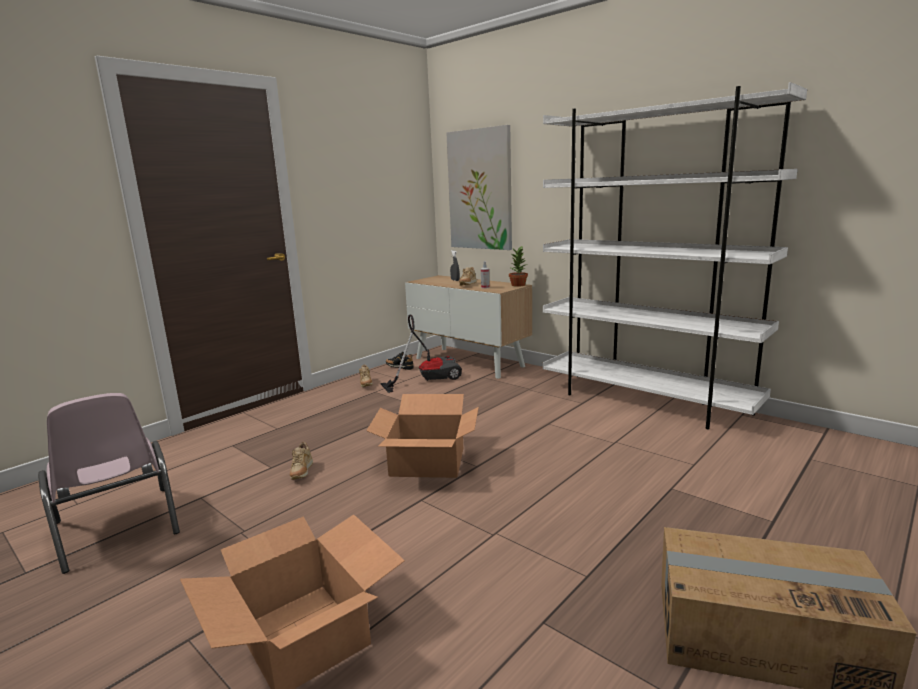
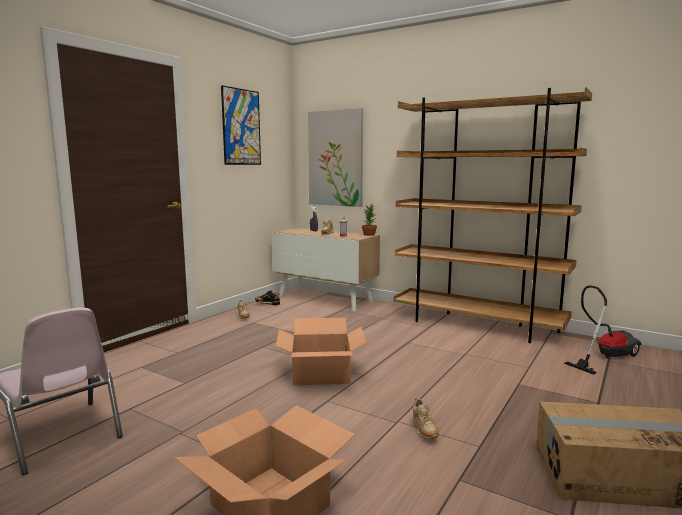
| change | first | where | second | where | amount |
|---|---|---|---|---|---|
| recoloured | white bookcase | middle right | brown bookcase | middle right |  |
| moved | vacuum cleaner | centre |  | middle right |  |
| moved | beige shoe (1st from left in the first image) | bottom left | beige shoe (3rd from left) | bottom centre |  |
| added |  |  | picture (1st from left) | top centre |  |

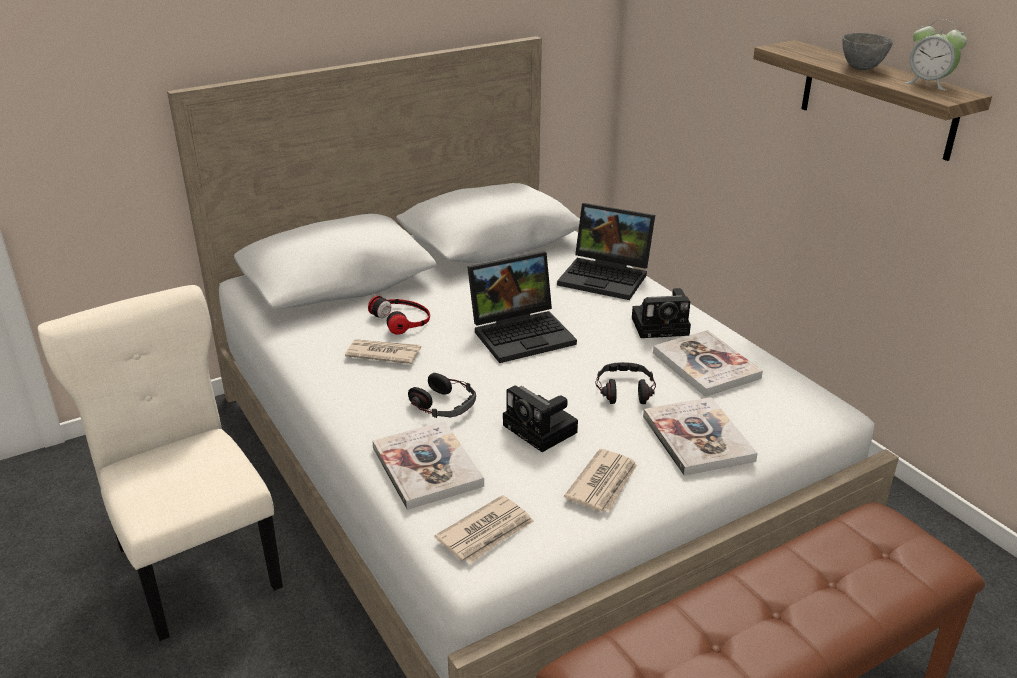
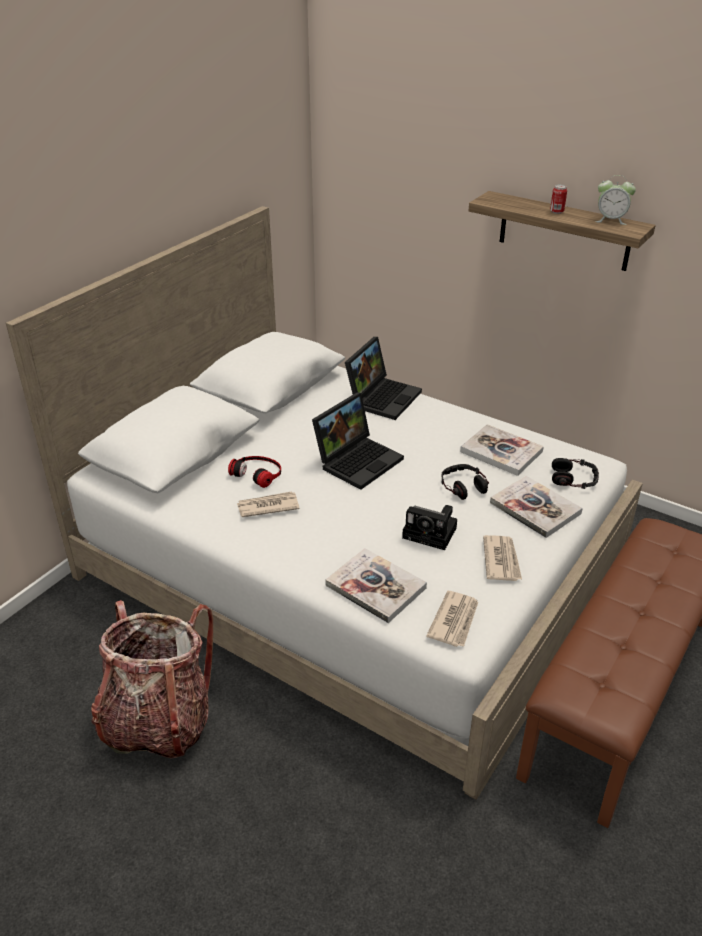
| change | first | where | second | where | amount |
|---|---|---|---|---|---|
| replaced | grey bowl | top right | can | top right |  |
| turned | laptop (2nd from left) | centre |  | centre | 60 degrees counterclockwise |
| replaced | beige chair | bottom left | backpack | bottom left |  |
| removed | photo camera (2nd from left) | centre |  |  |  |
| moved | headphones (2nd from left in the first image) | centre | headphones (3rd from left) | middle right |  |

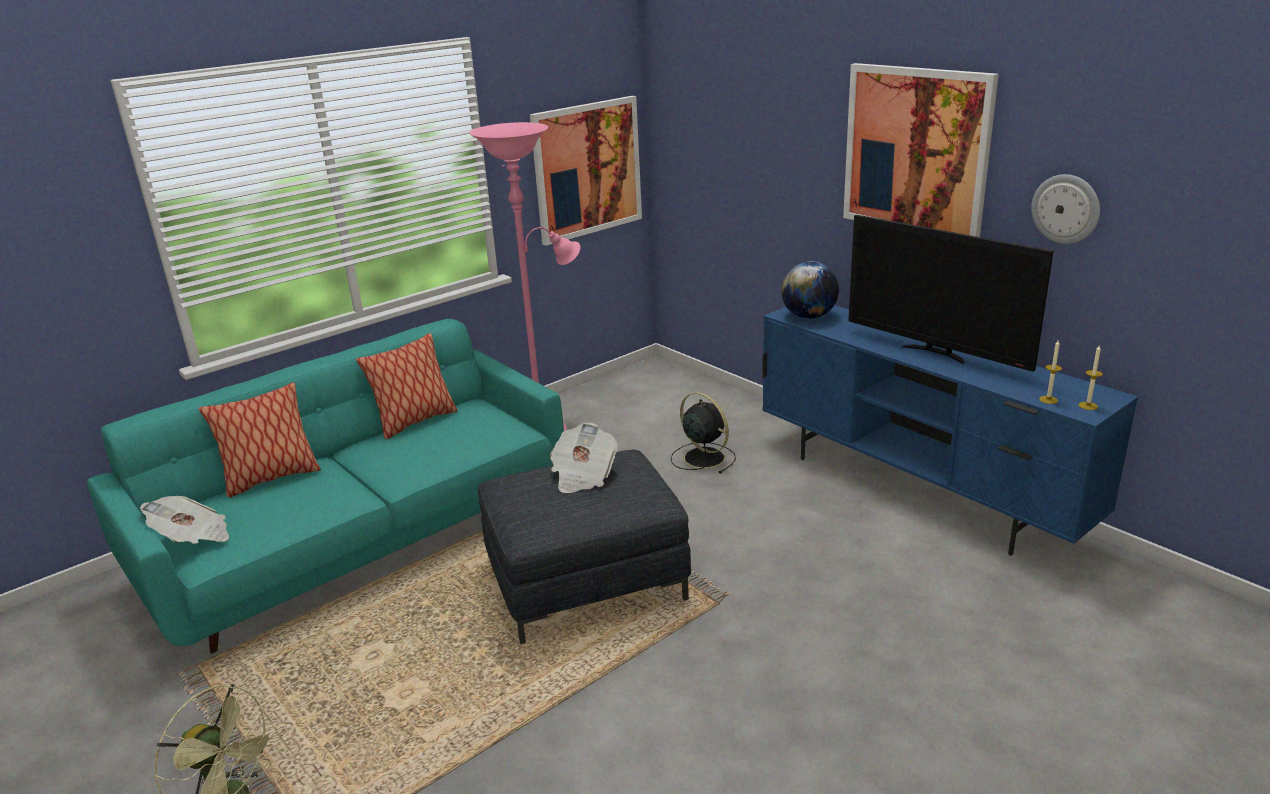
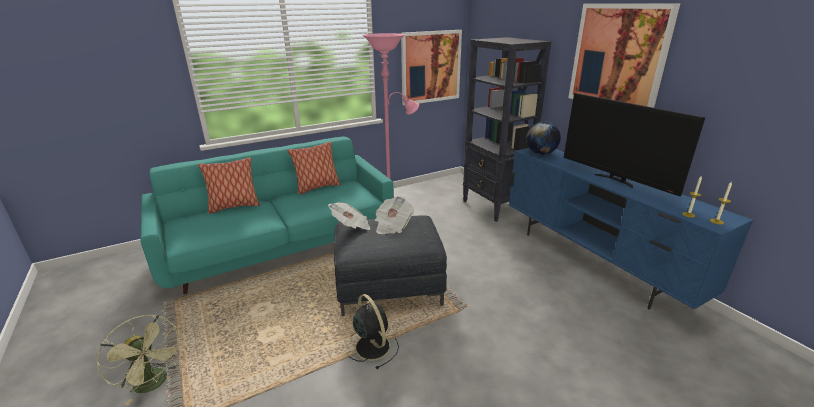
| change | first | where | second | where | amount |
|---|---|---|---|---|---|
| removed | wall clock | top right |  |  |  |
| moved | black fan | centre |  | bottom centre |  |
| moved | newspaper (1st from left) | middle left |  | centre |  |
| added |  |  | black bookcase | top centre |  |

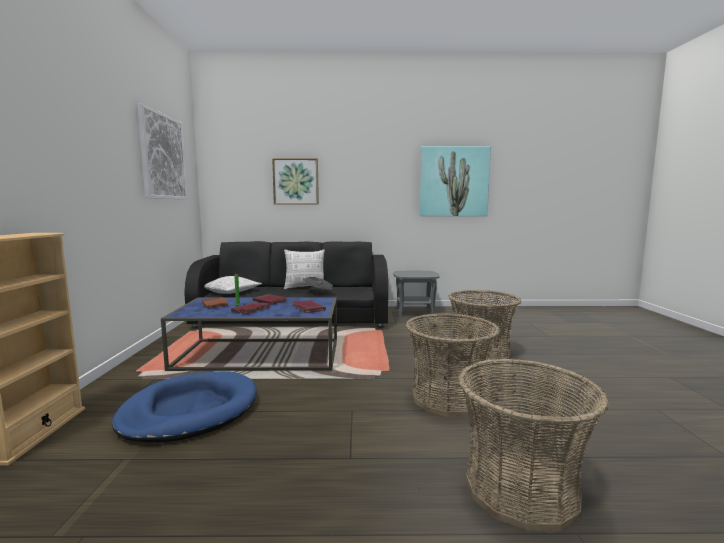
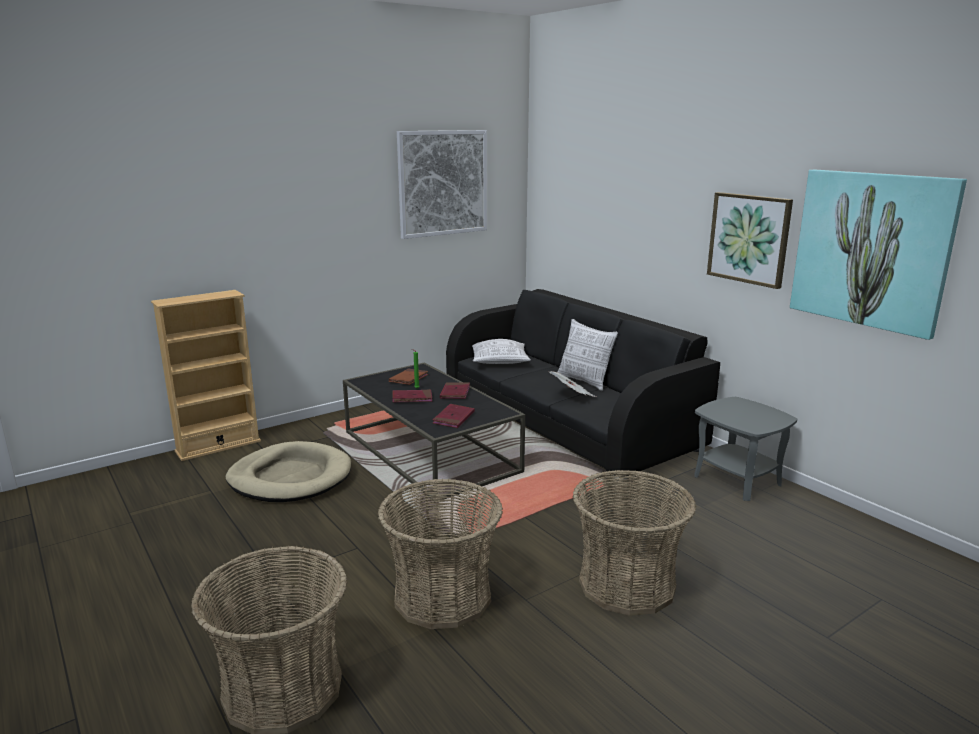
| change | first | where | second | where | amount |
|---|---|---|---|---|---|
| moved | picture (2nd from left) | centre |  | top right |  |
| recoloured | blue coffee table | centre | black coffee table | centre |  |
| recoloured | blue dog bed | bottom left | beige dog bed | middle left |  |

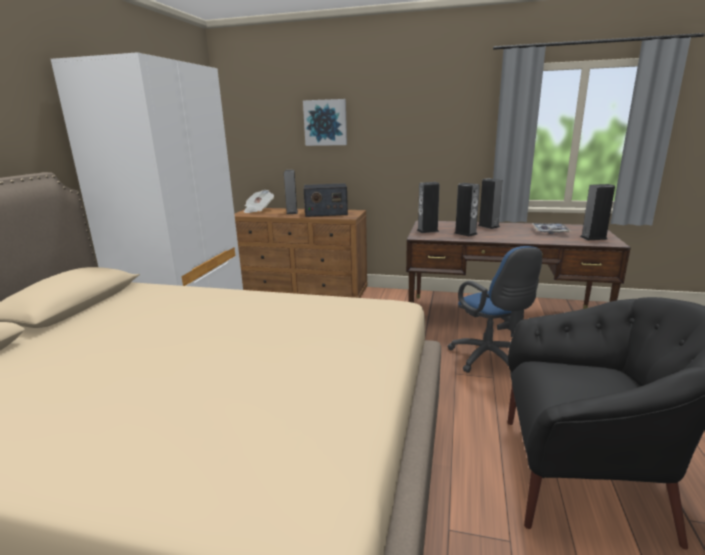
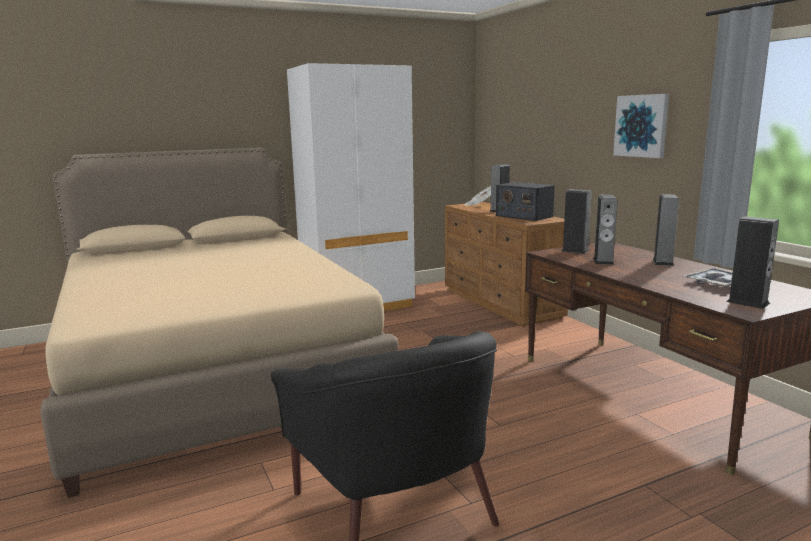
| change | first | where | second | where | amount |
|---|---|---|---|---|---|
| moved | picture | top centre |  | top right |  |
| removed | blue office chair | middle right |  |  |  |

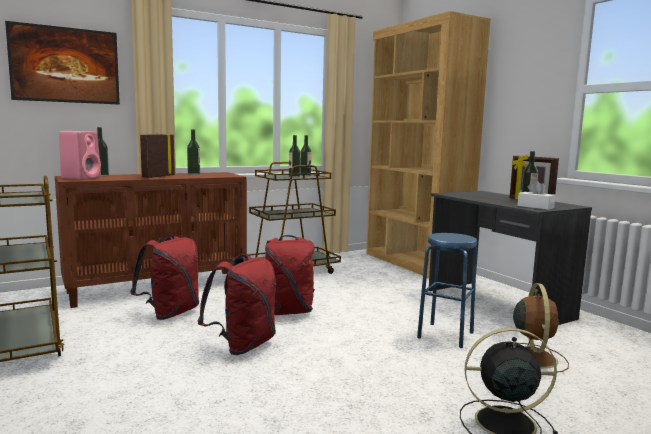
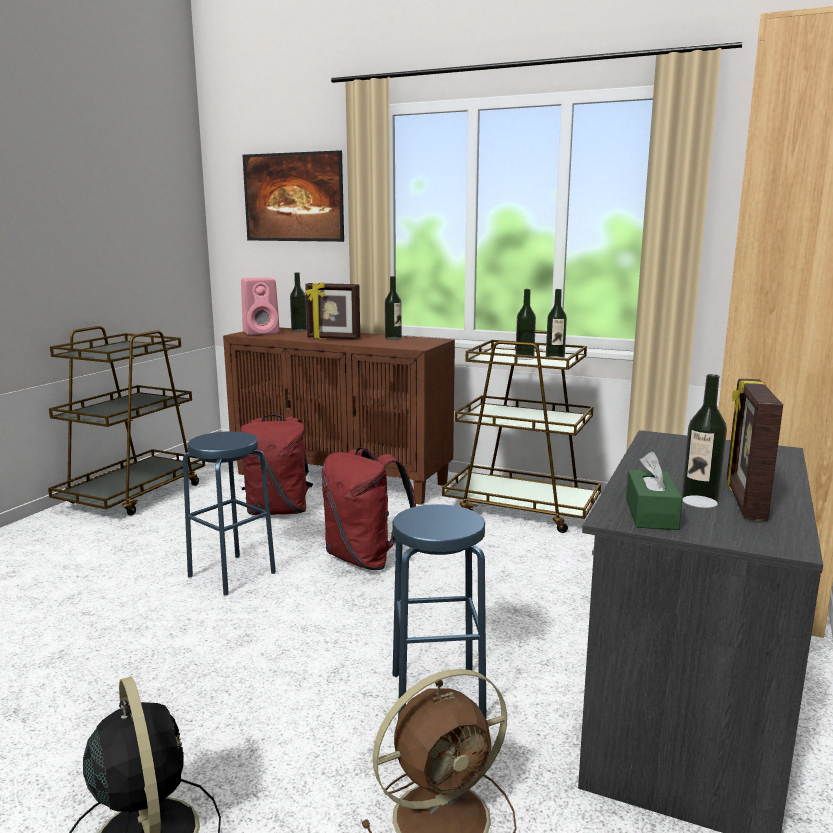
| change | first | where | second | where | amount |
|---|---|---|---|---|---|
| turned | picture frame (1st from left) | middle left |  | centre | 150 degrees counterclockwise |
| recoloured | white tissue box | middle right | green tissue box | middle right |  |
| replaced | red backpack (2nd from left) | bottom centre | blue stool (1st from left) | middle left |  |

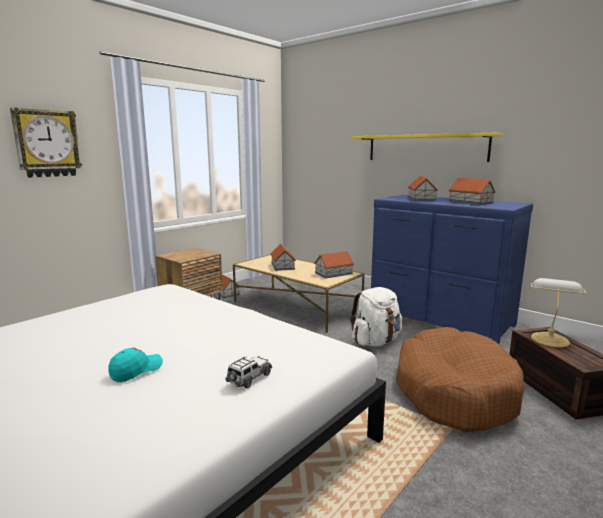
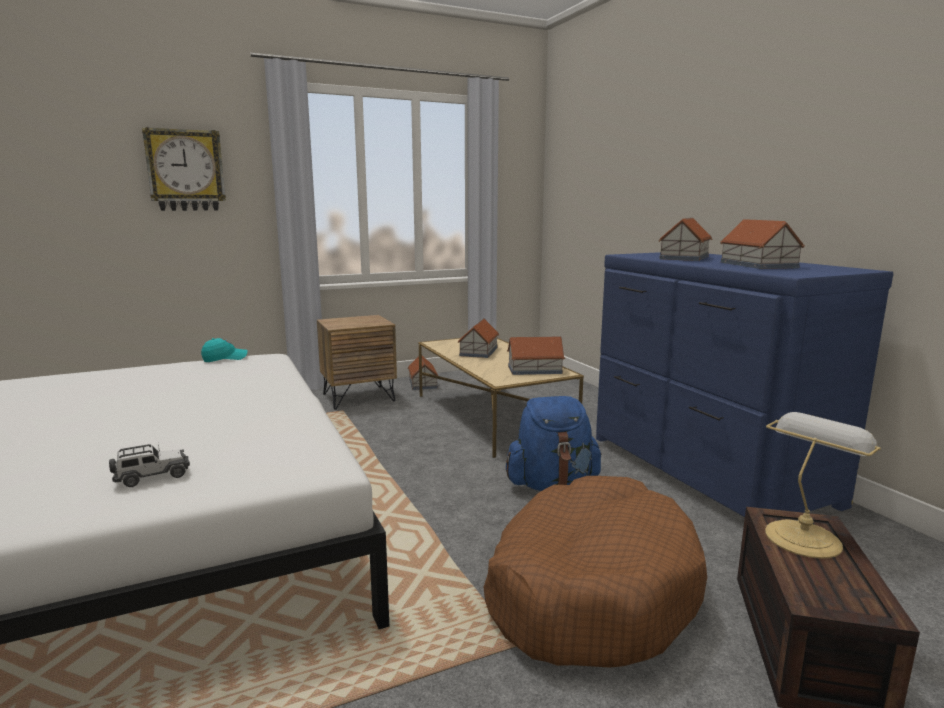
| change | first | where | second | where | amount |
|---|---|---|---|---|---|
| removed | yellow shelf | top right |  |  |  |
| recoloured | white backpack | centre | blue backpack | centre |  |
| moved | turquoise cap | bottom left |  | middle left |  |

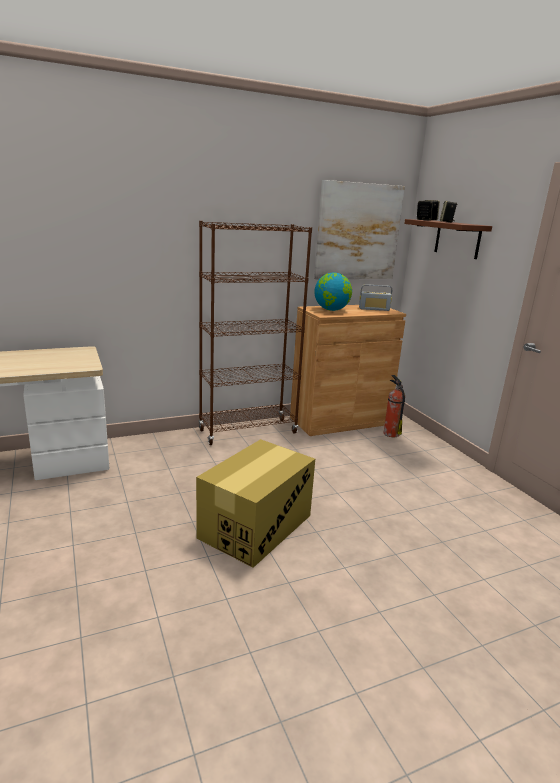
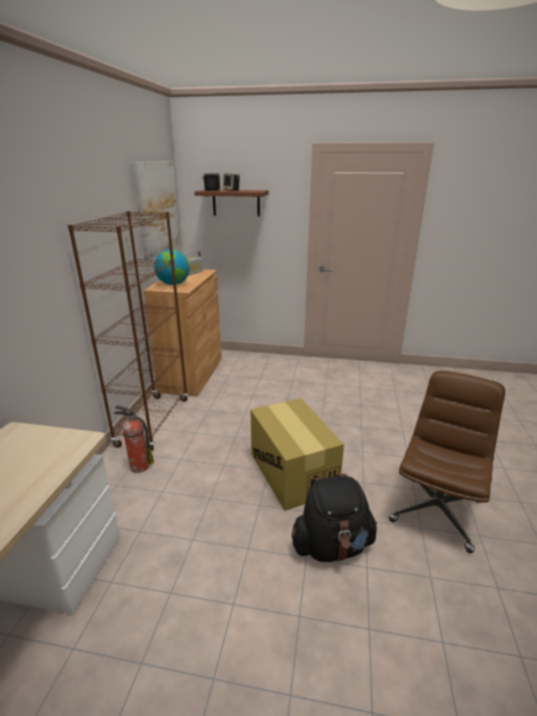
| change | first | where | second | where | amount |
|---|---|---|---|---|---|
| moved | fire extinguisher | middle right |  | middle left |  |
| added |  |  | brown office chair | middle right |  |
| added |  |  | black backpack | bottom centre |  |

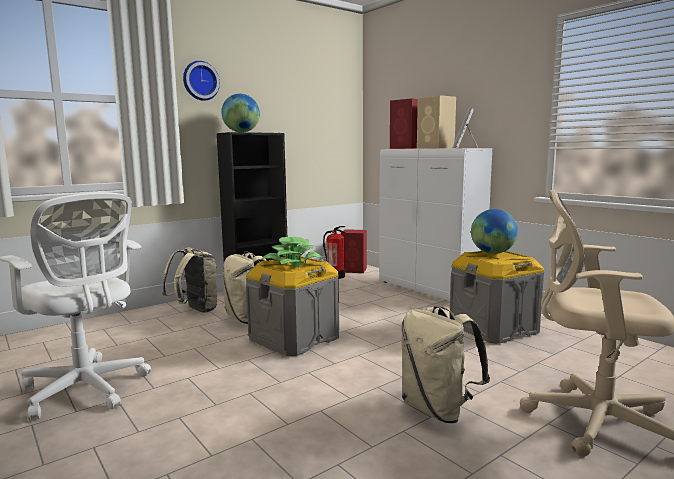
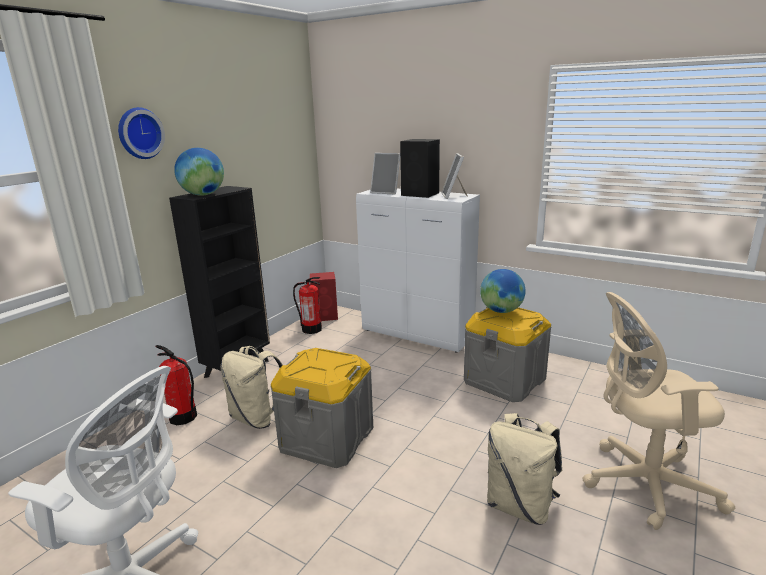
| change | first | where | second | where | amount |
|---|---|---|---|---|---|
| recoloured | beige speaker | top centre | black speaker | top centre |  |
| replaced | red speaker (2nd from left) | top centre | picture frame (1st from left) | top centre |  |
| removed | potted plant | centre |  |  |  |
| replaced | beige backpack (1st from left) | middle left | fire extinguisher (1st from left) | bottom left |  |

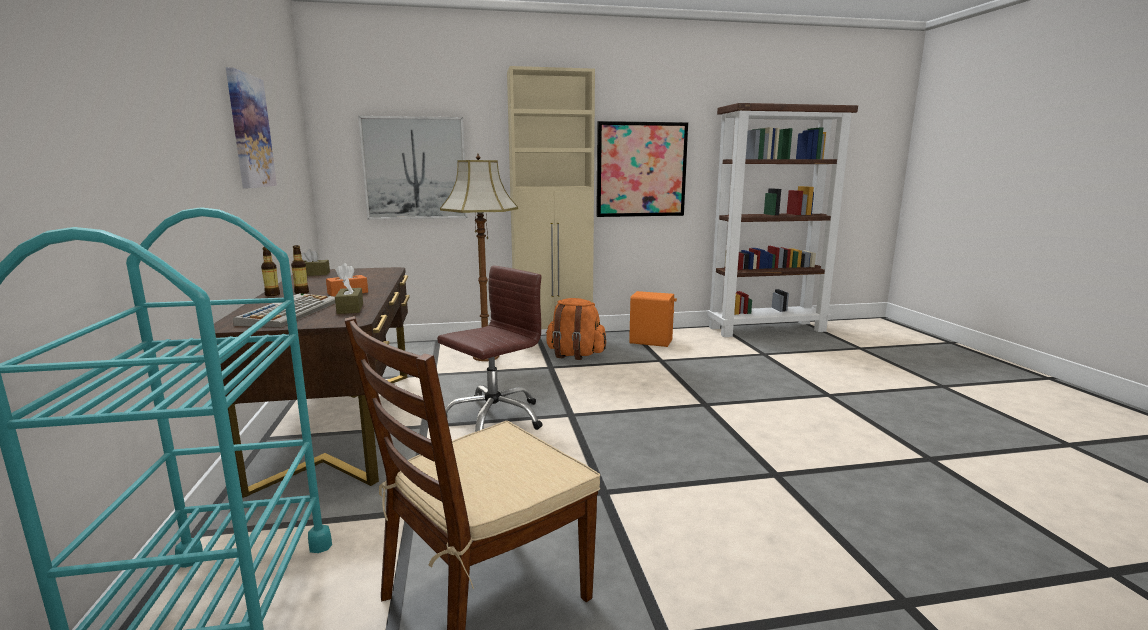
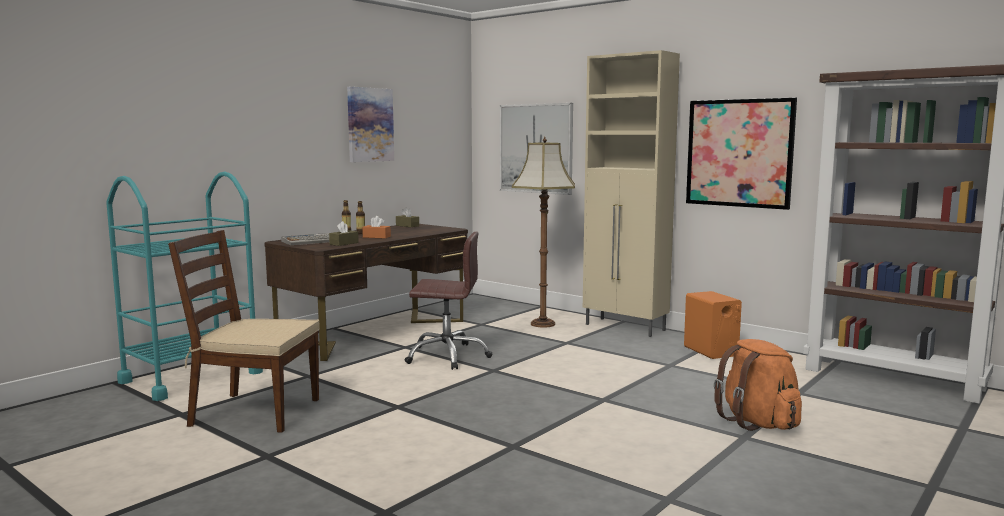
| change | first | where | second | where | amount |
|---|---|---|---|---|---|
| moved | orange backpack | centre |  | bottom right |  |

